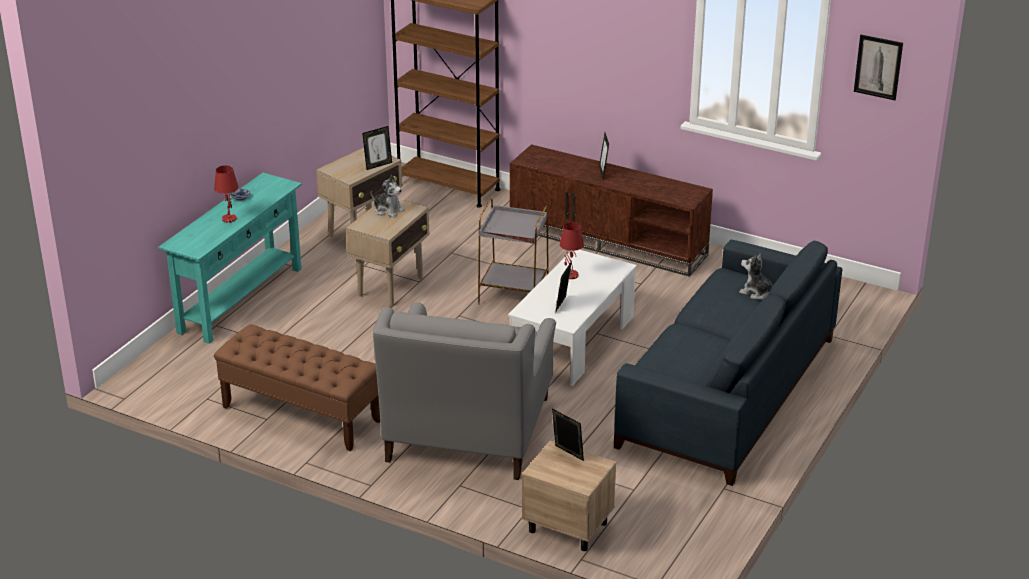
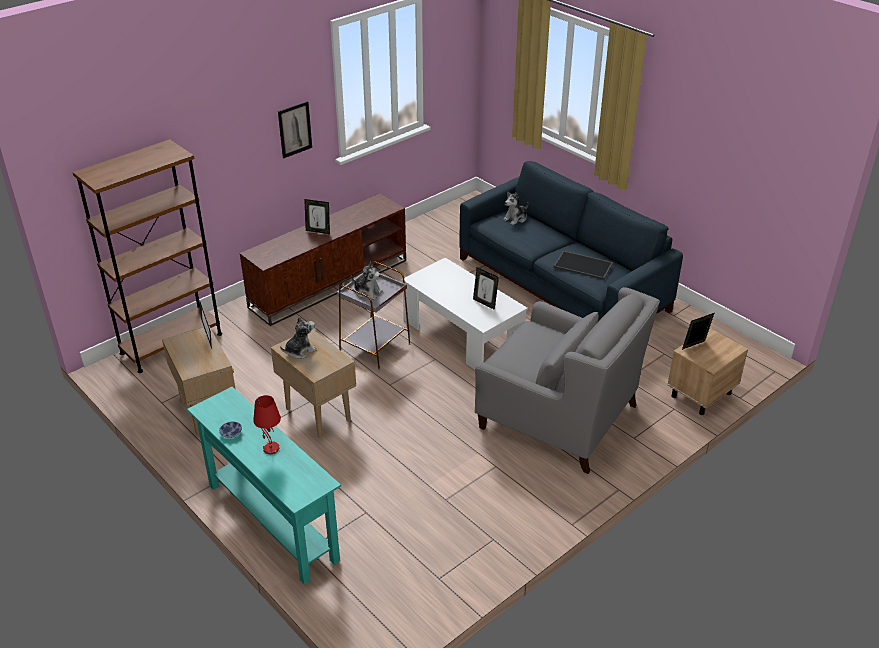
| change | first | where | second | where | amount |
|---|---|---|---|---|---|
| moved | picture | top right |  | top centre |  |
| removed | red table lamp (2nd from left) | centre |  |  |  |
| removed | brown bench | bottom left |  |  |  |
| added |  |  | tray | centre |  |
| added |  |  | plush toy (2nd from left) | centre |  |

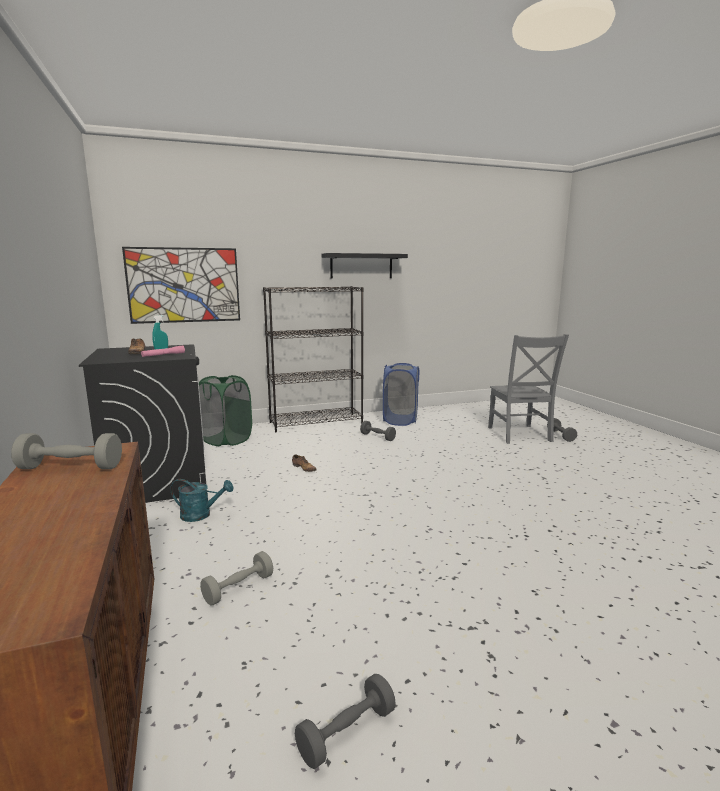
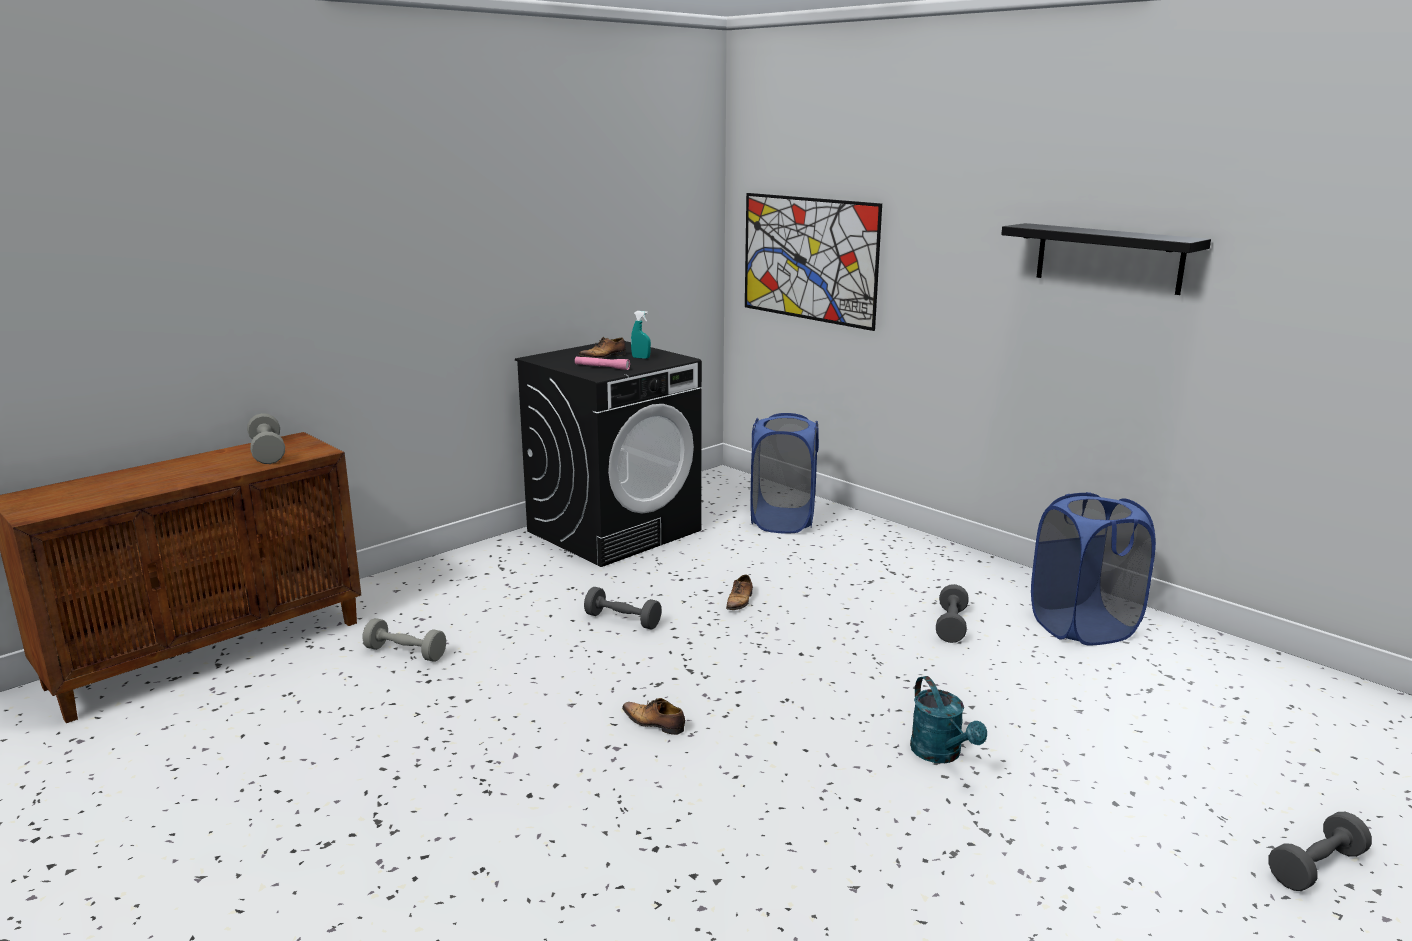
| change | first | where | second | where | amount |
|---|---|---|---|---|---|
| removed | black bookcase | centre |  |  |  |
| removed | grey chair | middle right |  |  |  |
| recoloured | green laundry basket | middle left | blue laundry basket (1st from left) | centre |  |
| moved | turquoise watering can | middle left |  | bottom right |  |
| moved | grey dumbbell (3rd from left) | bottom centre |  | centre |  |
| added |  |  | shoe (2nd from left) | bottom centre |  |

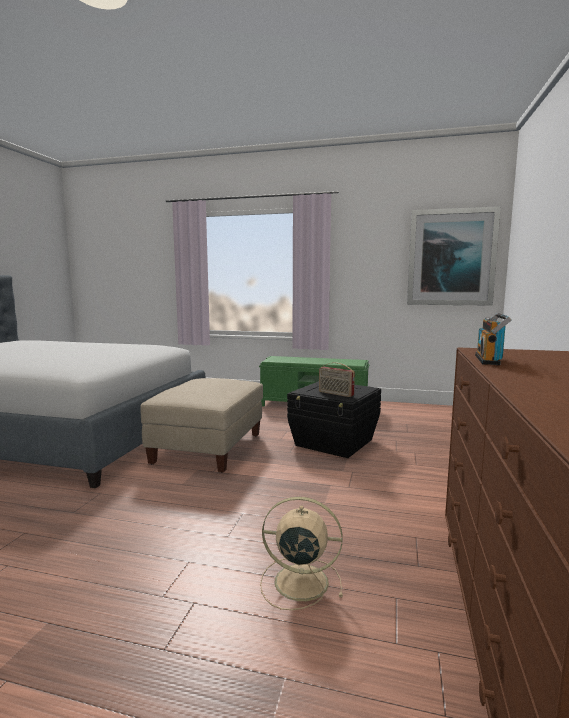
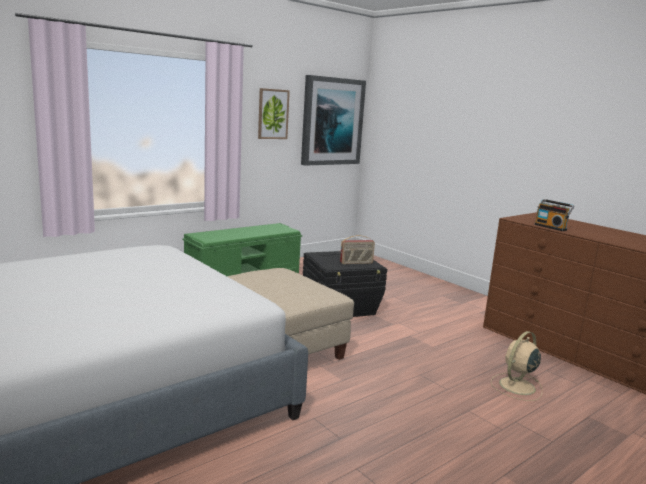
| change | first | where | second | where | amount |
|---|---|---|---|---|---|
| added |  |  | picture (1st from left) | top centre |  |

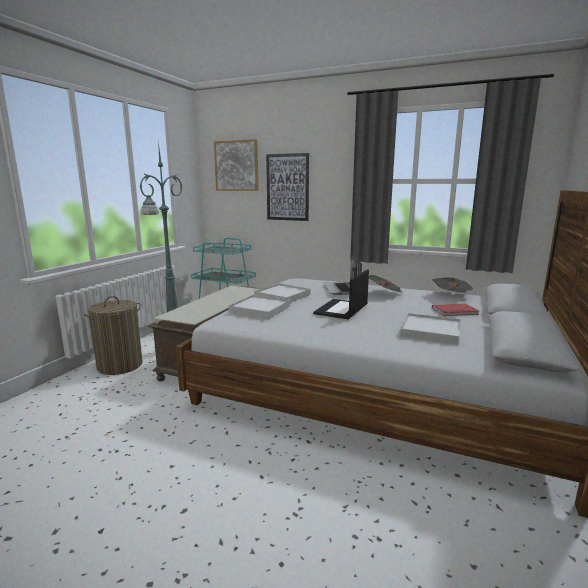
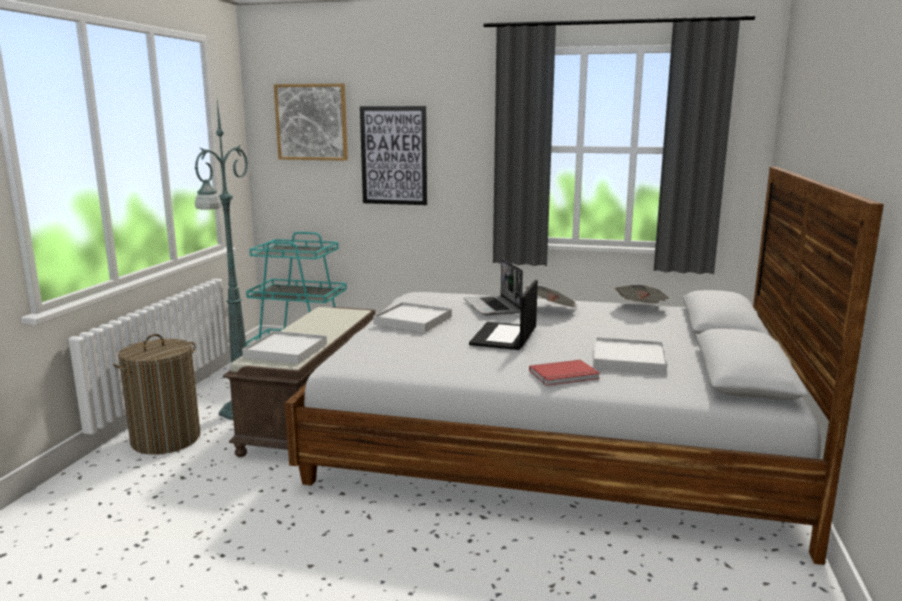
| change | first | where | second | where | amount |
|---|---|---|---|---|---|
| moved | white tray (1st from left) | centre |  | middle left |  |
| moved | red book | middle right |  | centre |  |

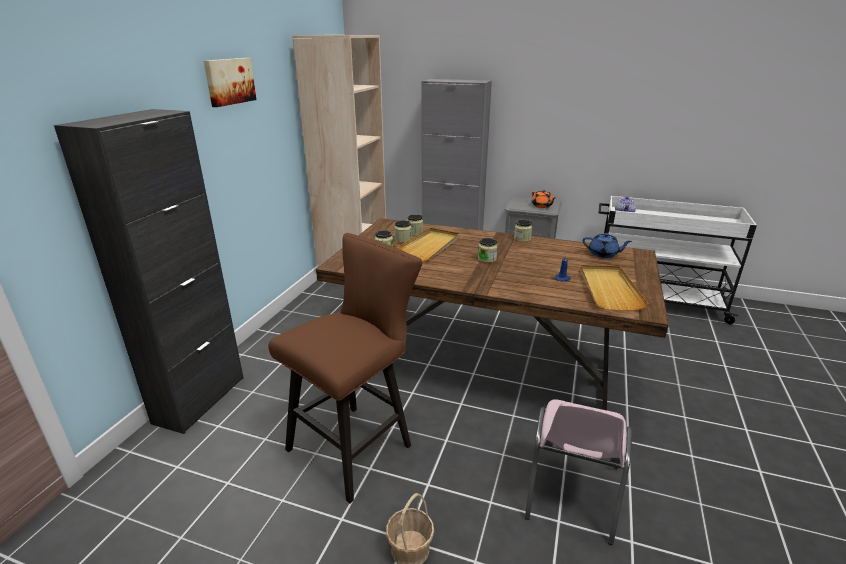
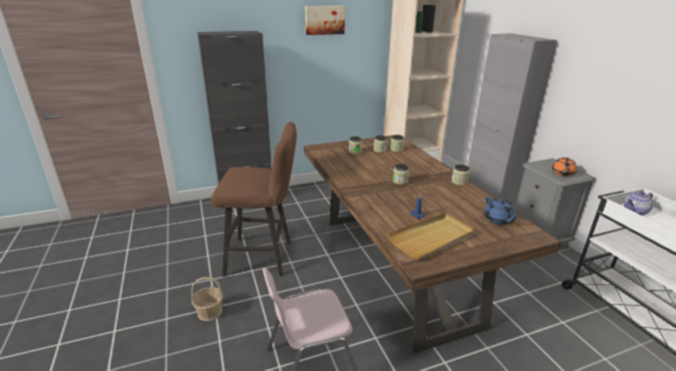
| change | first | where | second | where | amount |
|---|---|---|---|---|---|
| removed | beige tray (1st from left) | centre |  |  |  |

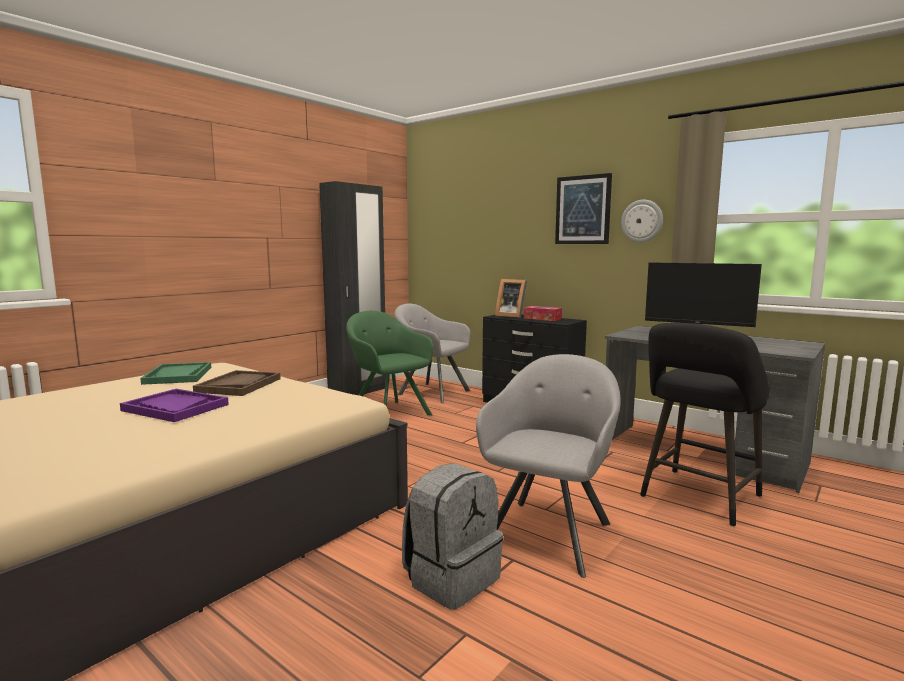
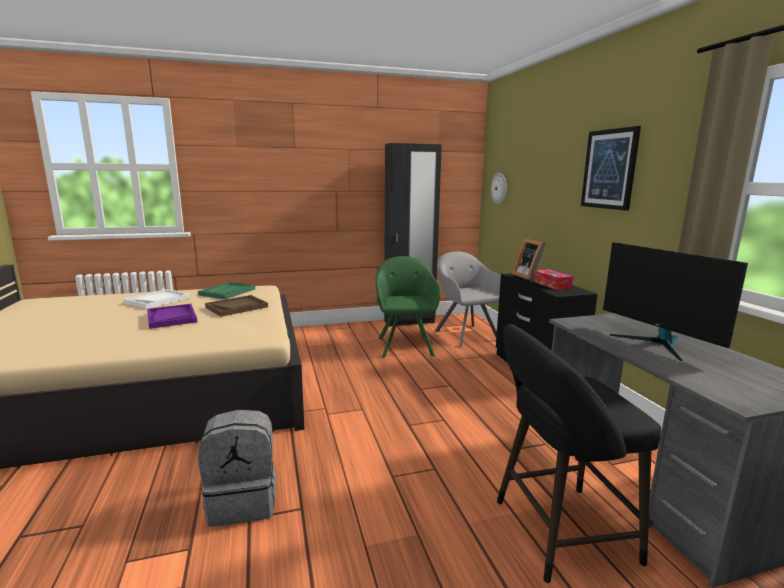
| change | first | where | second | where | amount |
|---|---|---|---|---|---|
| moved | wall clock | top right |  | top centre |  |
| removed | grey armchair (2nd from left) | bottom centre |  |  |  |
| added |  |  | white tray | middle left |  |

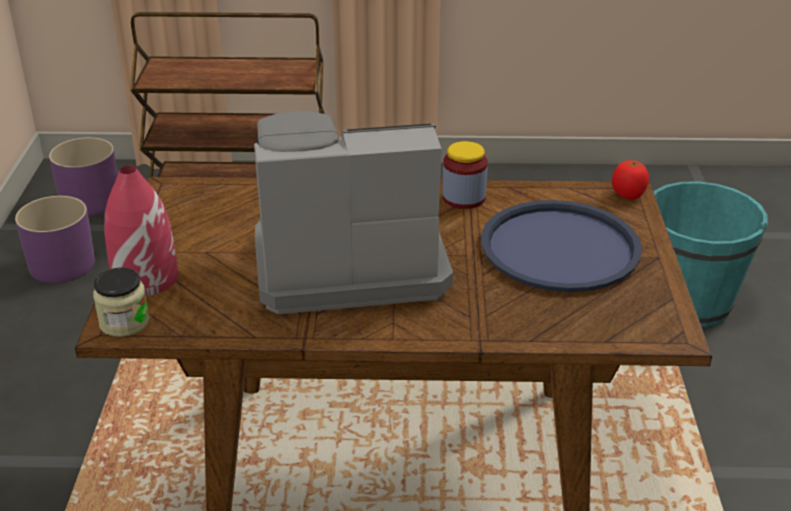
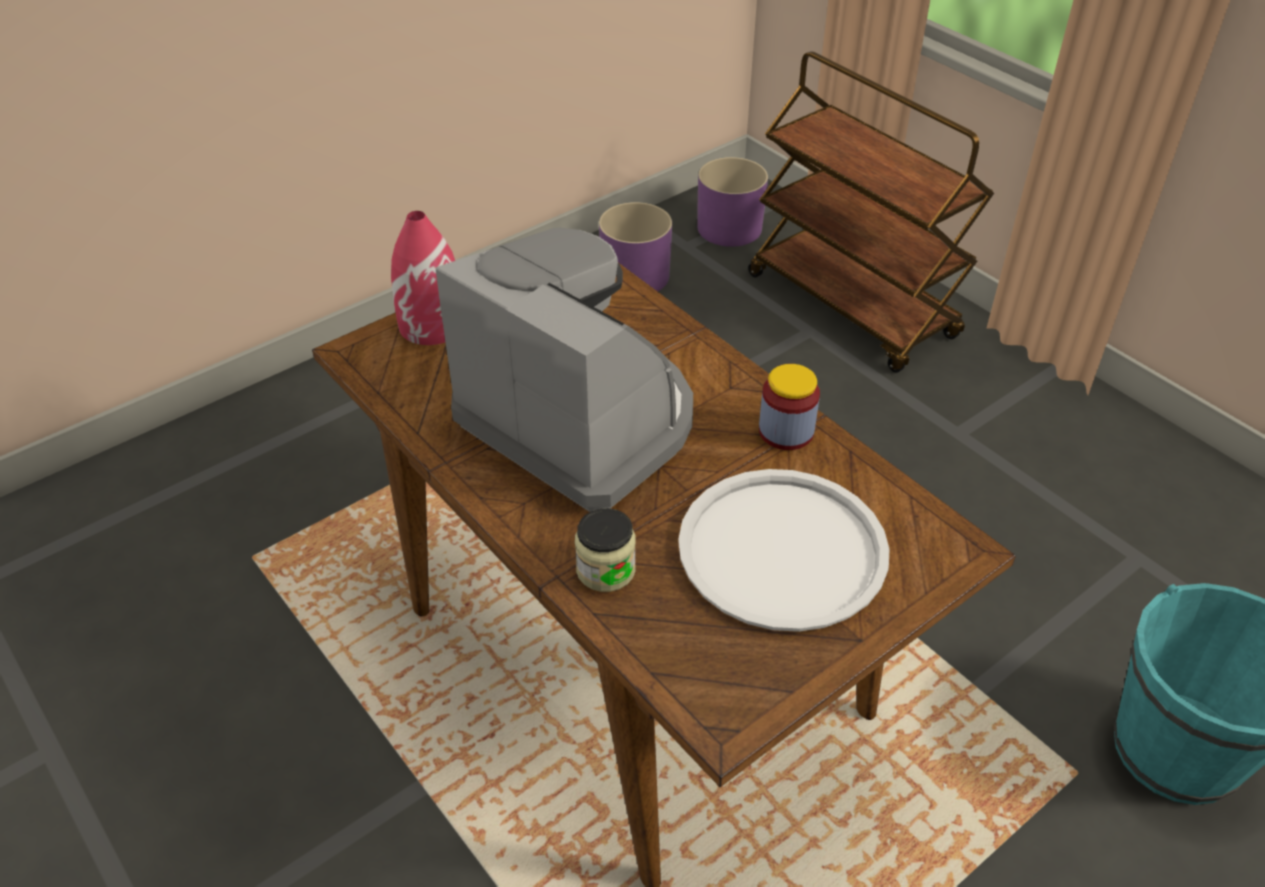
| change | first | where | second | where | amount |
|---|---|---|---|---|---|
| removed | tomato | middle right |  |  |  |
| recoloured | blue tray | middle right | white tray | centre |  |
| moved | jar (1st from left) | middle left |  | centre |  |

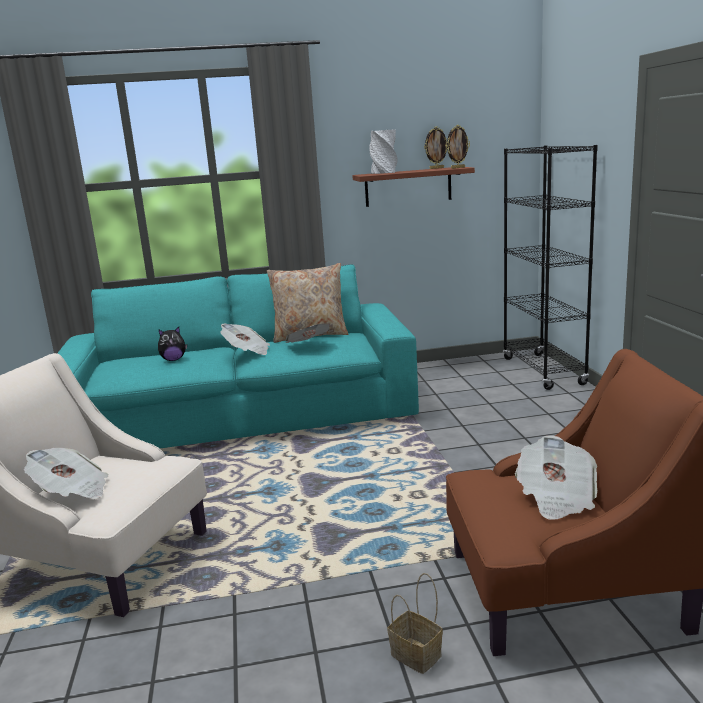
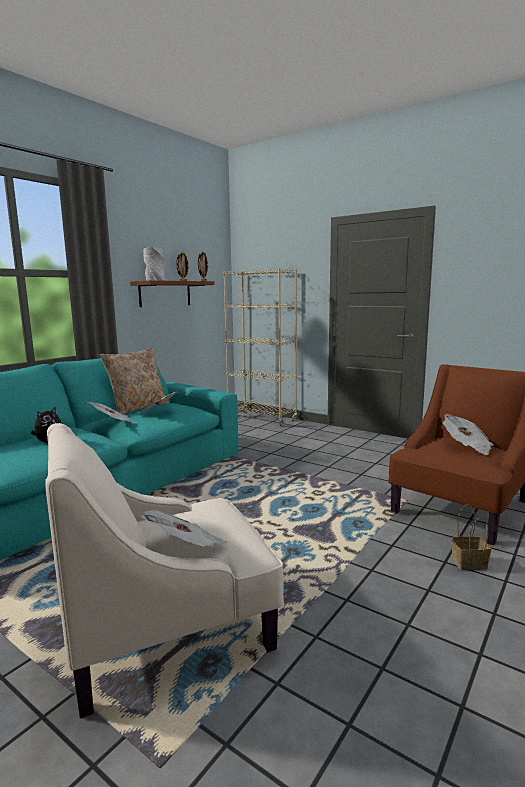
| change | first | where | second | where | amount |
|---|---|---|---|---|---|
| recoloured | black bookcase | middle right | beige bookcase | centre |  |

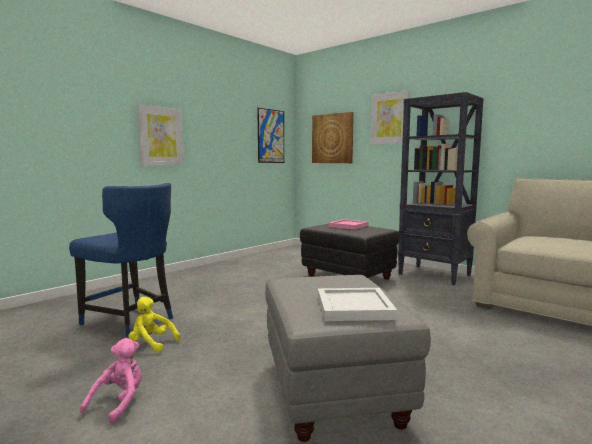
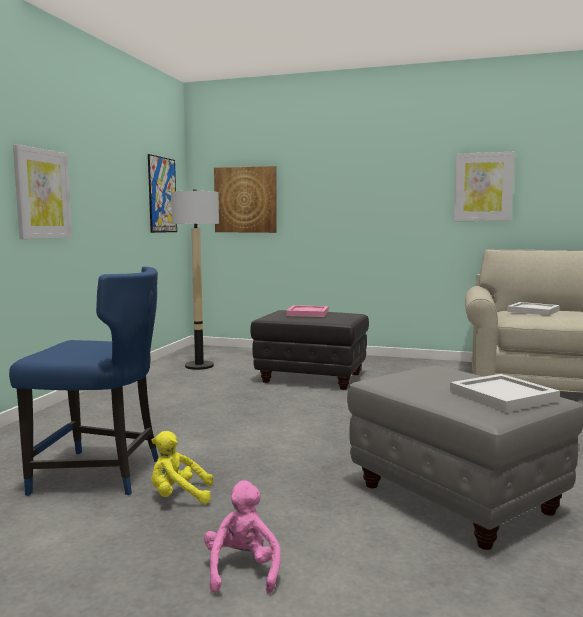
| change | first | where | second | where | amount |
|---|---|---|---|---|---|
| moved | picture (4th from left) | top centre |  | top right |  |
| removed | black bookcase | middle right |  |  |  |
| added |  |  | floor lamp | centre |  |
| added |  |  | white tray (2nd from left) | middle right |  |

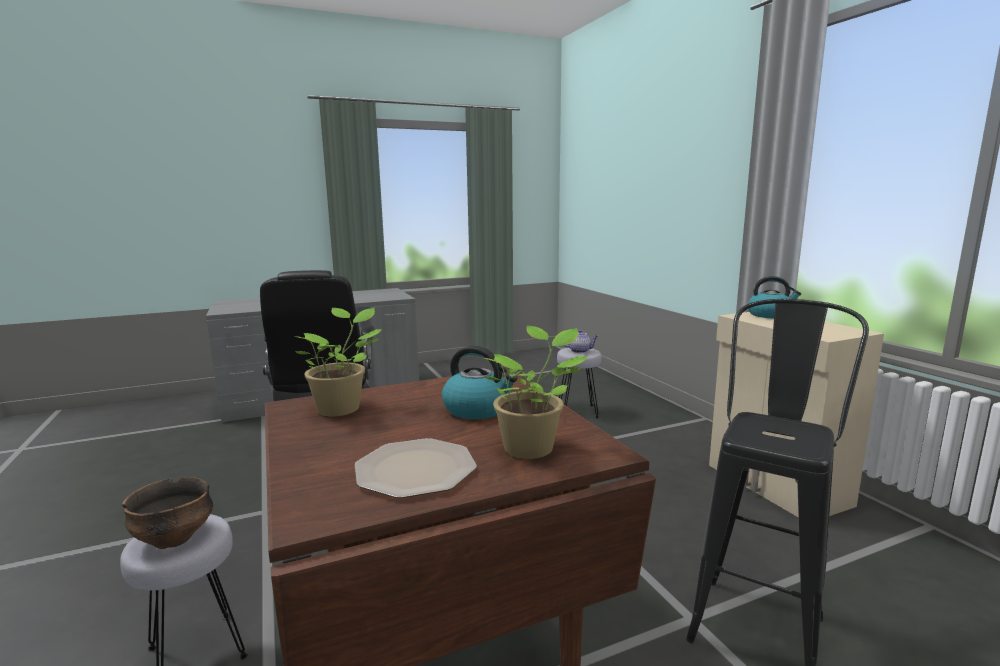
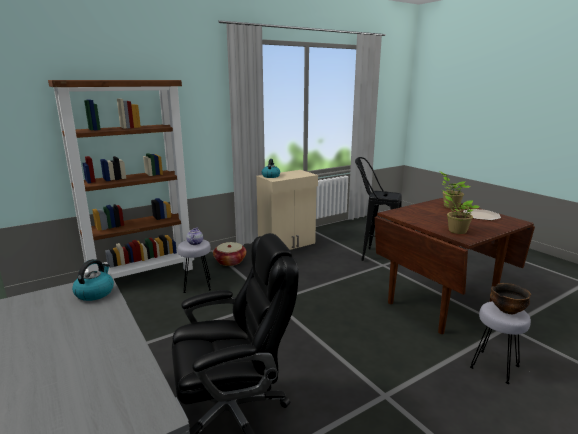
| change | first | where | second | where | amount |
|---|---|---|---|---|---|
| moved | kettle (1st from left) | centre |  | middle left |  |
| added |  |  | brown bookcase | middle left |  |
| added |  |  | basket | centre |  |

